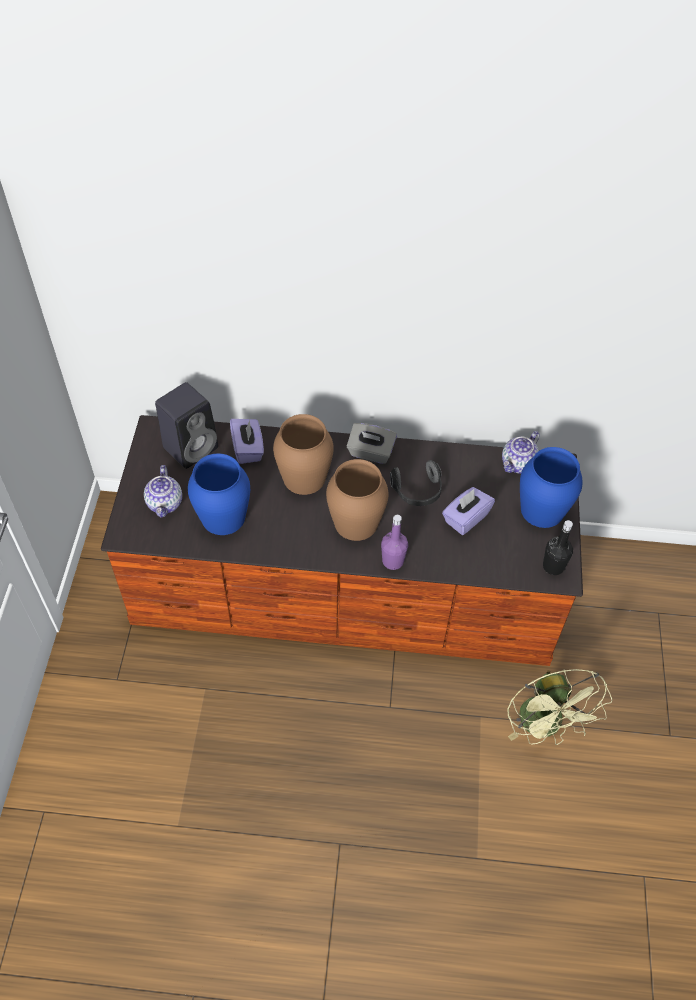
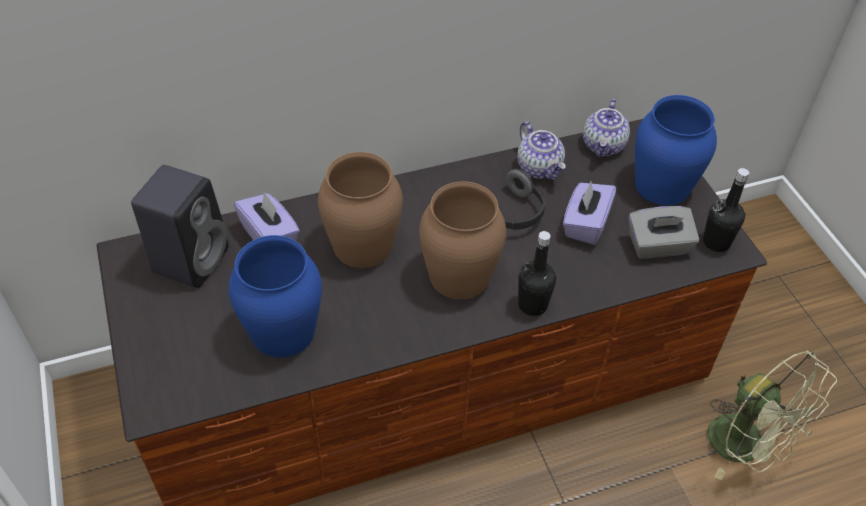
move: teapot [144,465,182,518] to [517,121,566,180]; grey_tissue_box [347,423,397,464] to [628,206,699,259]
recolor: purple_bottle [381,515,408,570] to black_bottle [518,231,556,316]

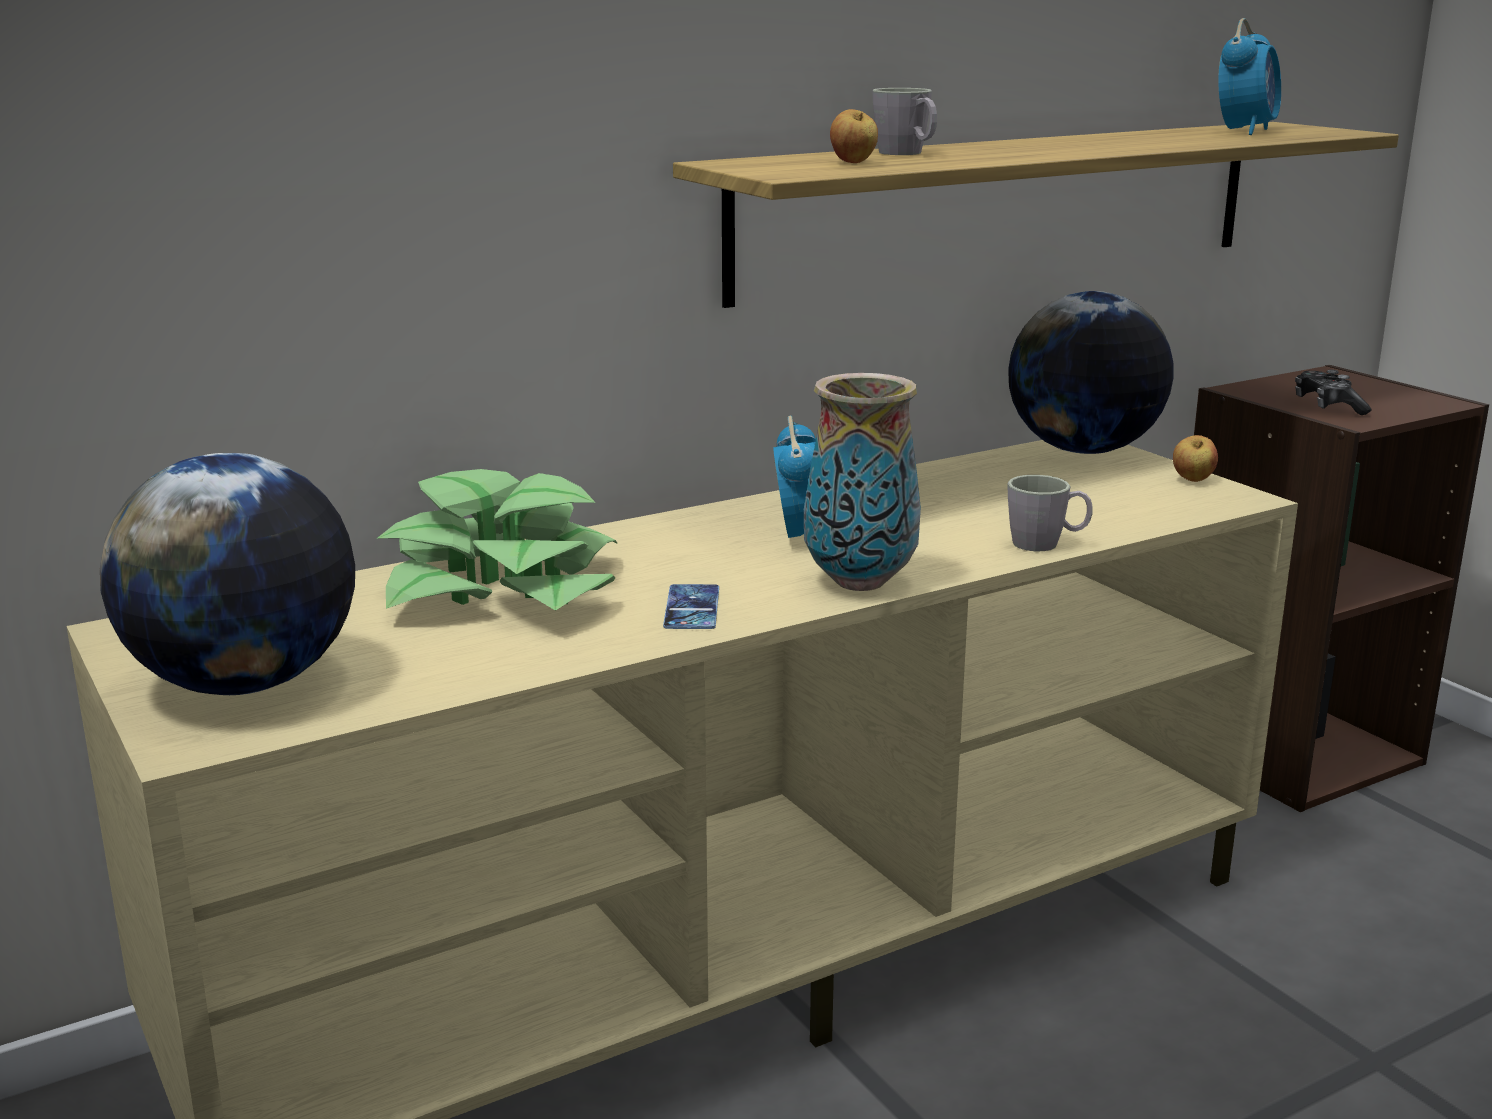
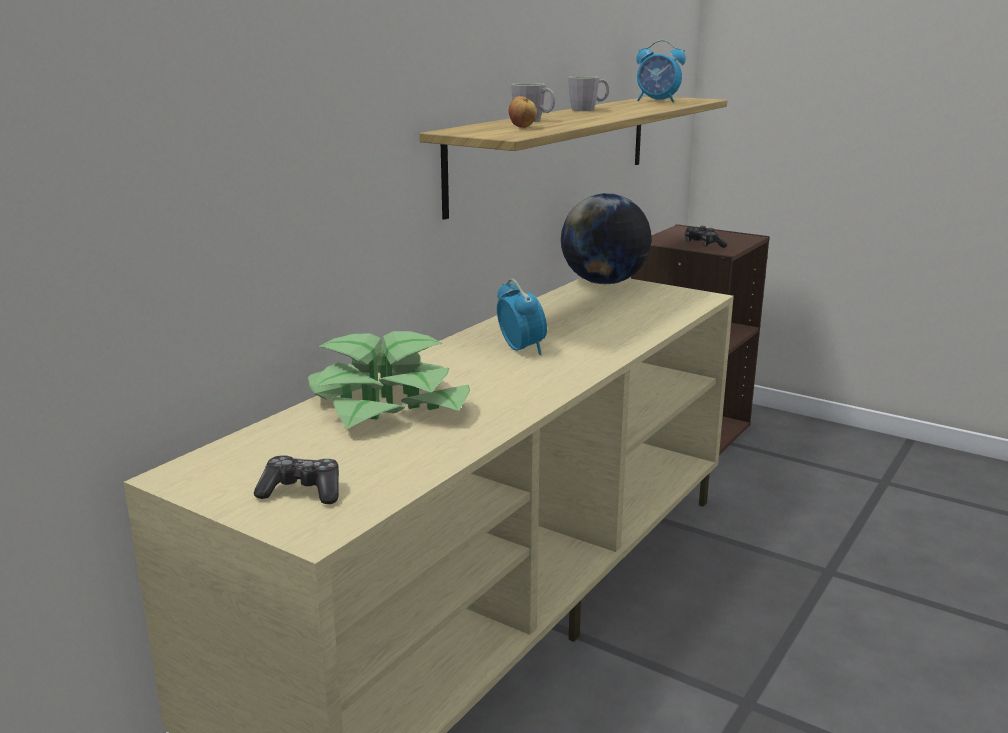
delete: phone [663,584,719,629]; vase [804,373,921,591]; apple [1173,435,1218,482]
move: grey_mug [1008,475,1093,551] to [568,76,609,111]
replace: globe [100,453,355,695] to game_controller [254,455,339,504]
rotate: alarm_clock [1218,18,1281,135] = [636,40,686,102] 105 degrees clockwise

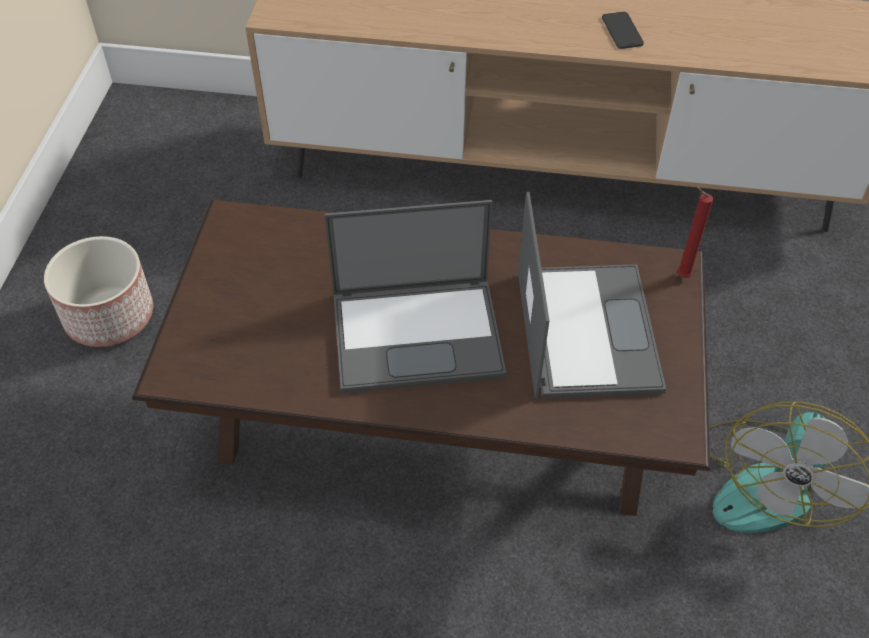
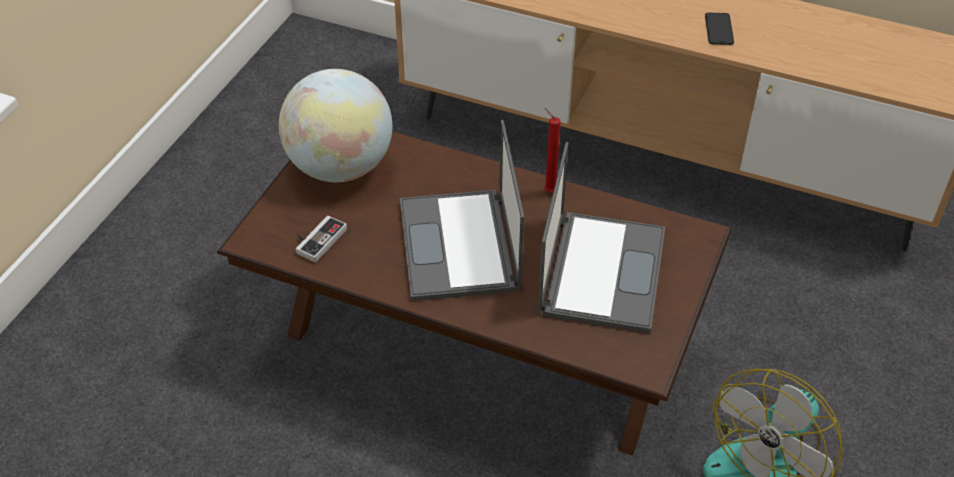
delete: planter [44,236,153,347]
insert: globe [279,69,392,182]; game_controller [296,216,347,263]
move: red_candle [677,186,713,278] to [544,108,561,193]
rotate: laptop [325,200,506,393] = [400,120,525,301] 75 degrees clockwise

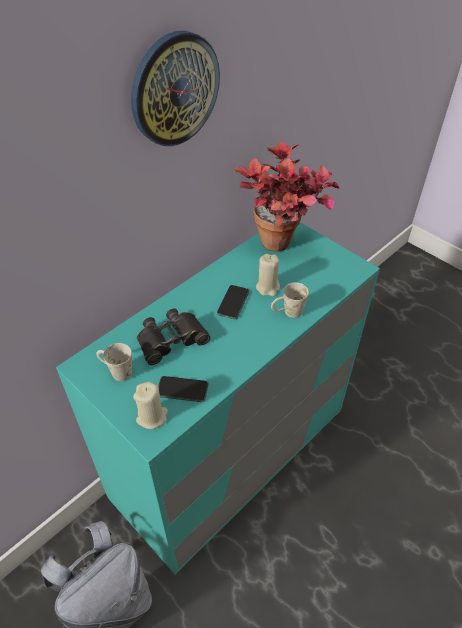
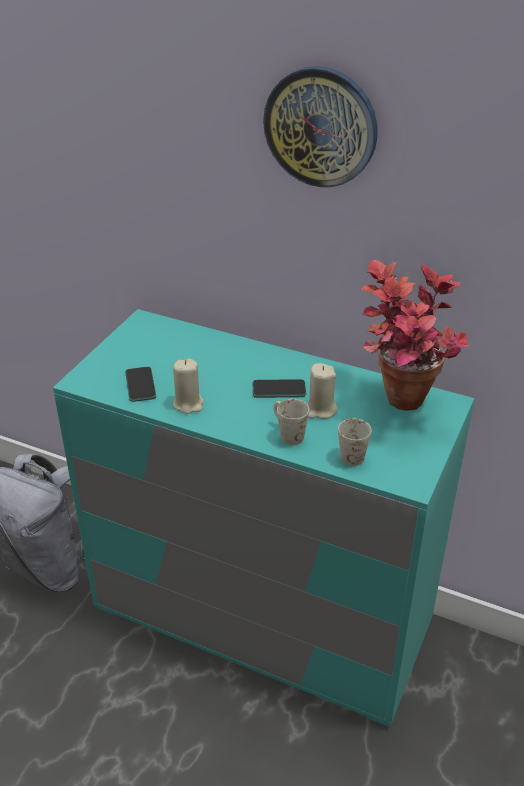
delete: black_binoculars [137,309,210,365]
move: white_mug [96,343,132,381] to [338,418,372,466]; beige_candle [133,382,168,429] to [173,358,204,414]

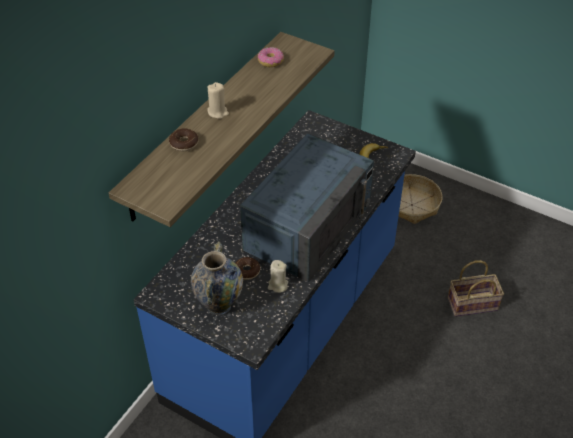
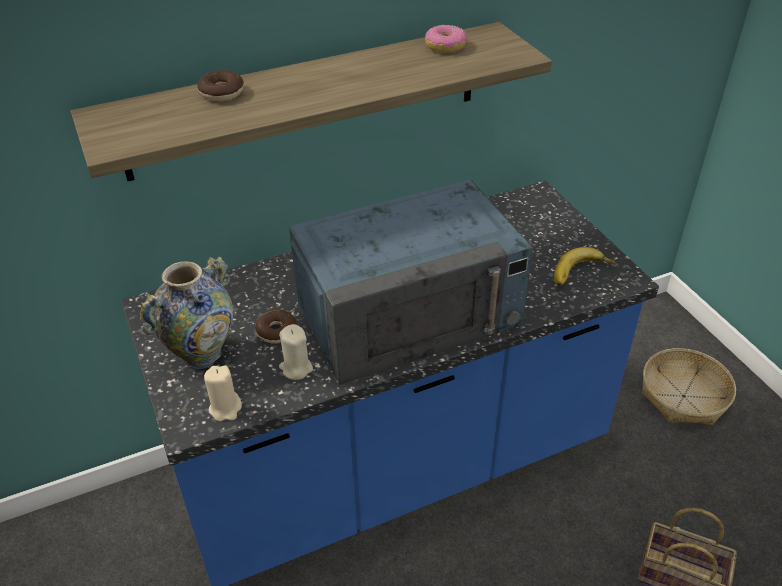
move: beige_candle [207,82,229,119] to [204,365,242,421]

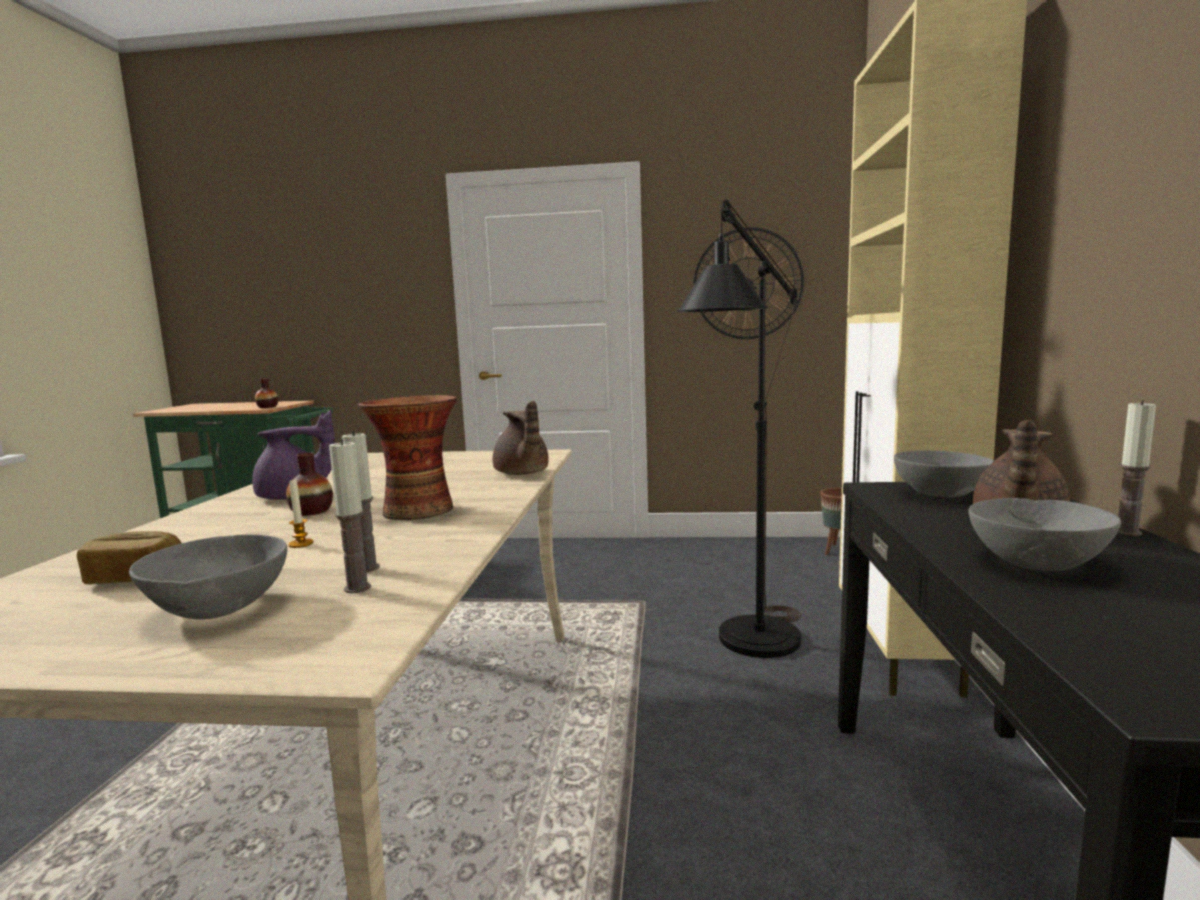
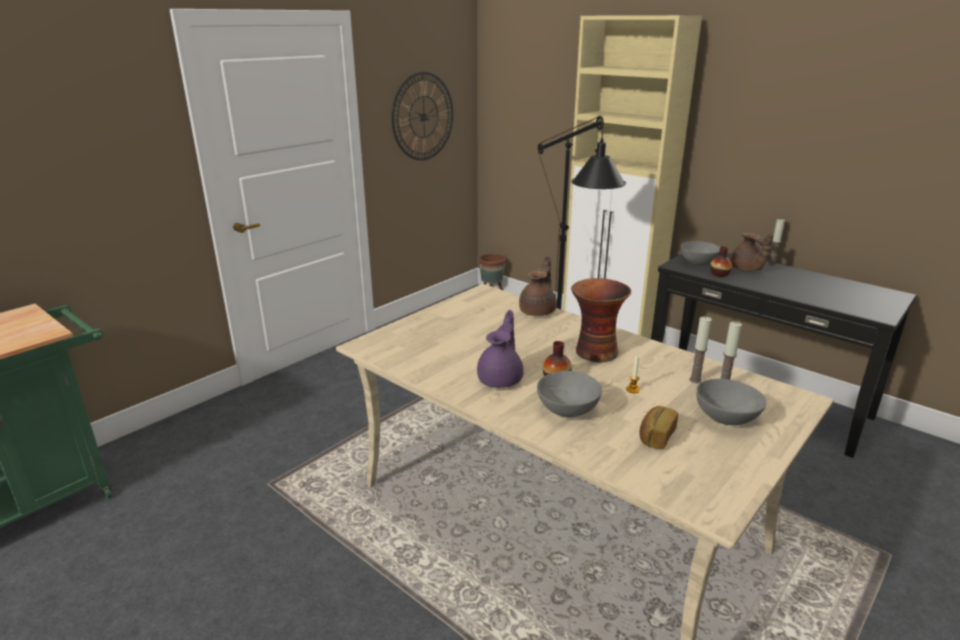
move: vase [255,378,278,408] to [710,246,732,277]; grey_bowl [968,498,1121,571] to [537,371,602,418]
rotate: brown_teapot [493,401,549,475] = [519,255,557,316] 75 degrees counterclockwise

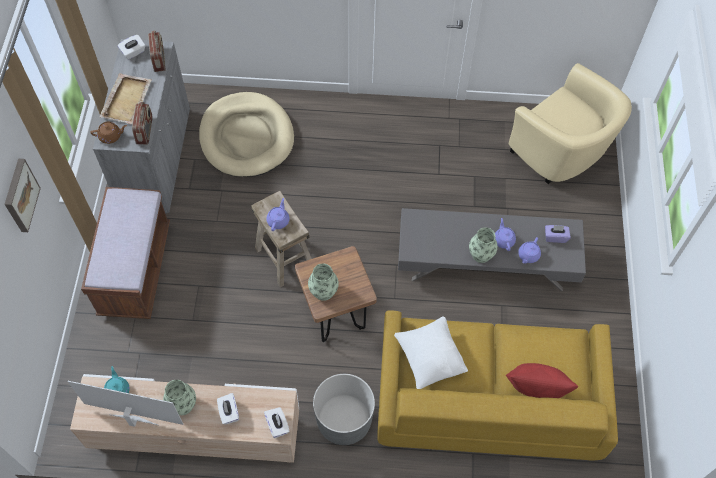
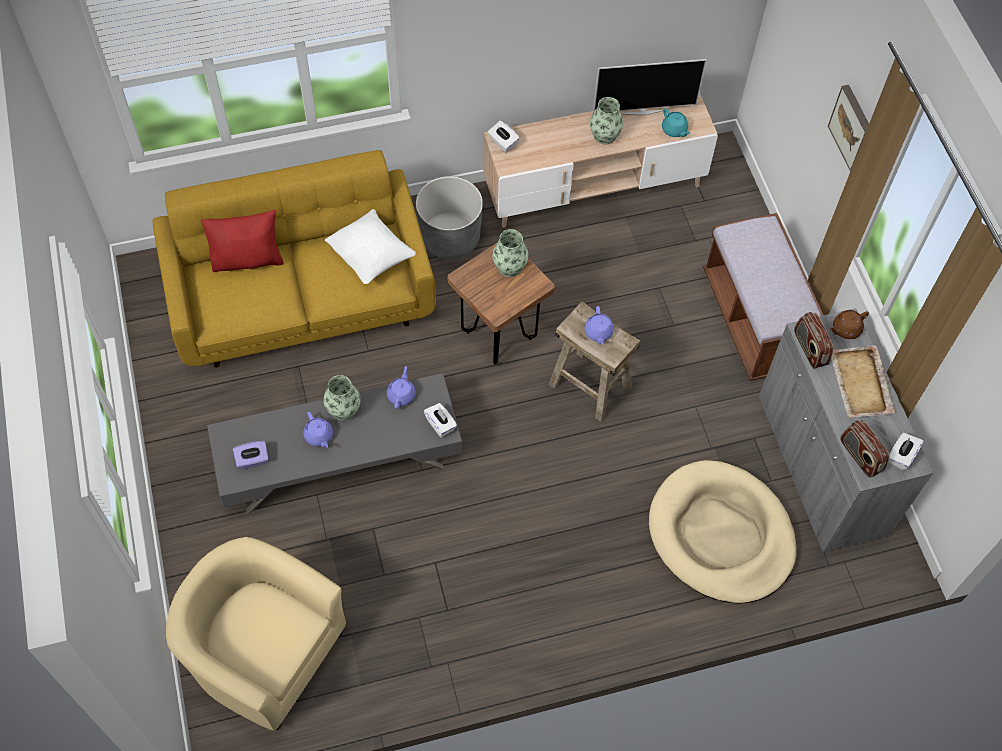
move: white_tissue_box [217,393,239,424] to [424,403,457,438]; purple_teapot [518,237,541,264] to [387,366,416,409]

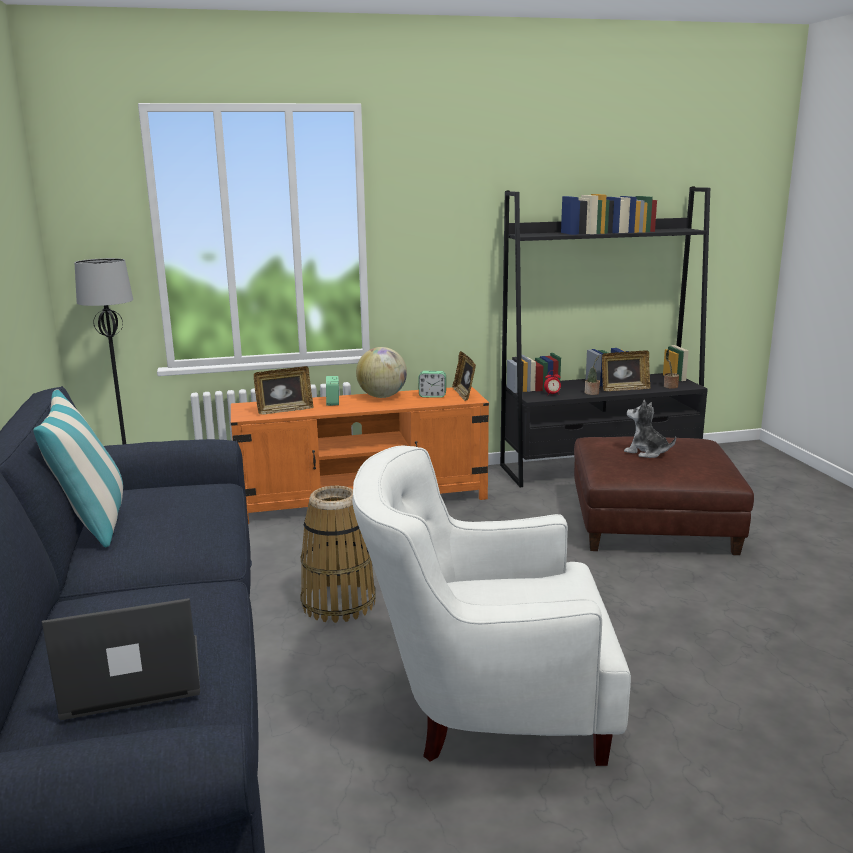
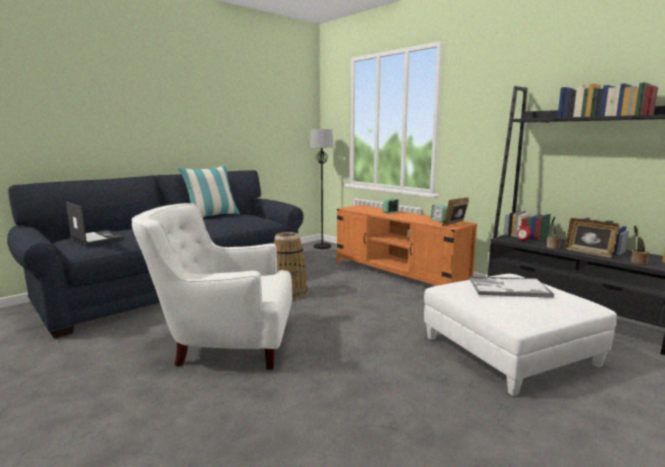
delete: picture_frame [254,366,314,415]; globe [356,347,407,398]
replace: plush_toy [624,400,676,458] to tray [469,276,554,298]
recolor: brown_ottoman [574,436,754,555] to white_ottoman [424,274,617,396]
rotate: white_armchair [352,445,631,766] = [132,203,292,369] 60 degrees counterclockwise

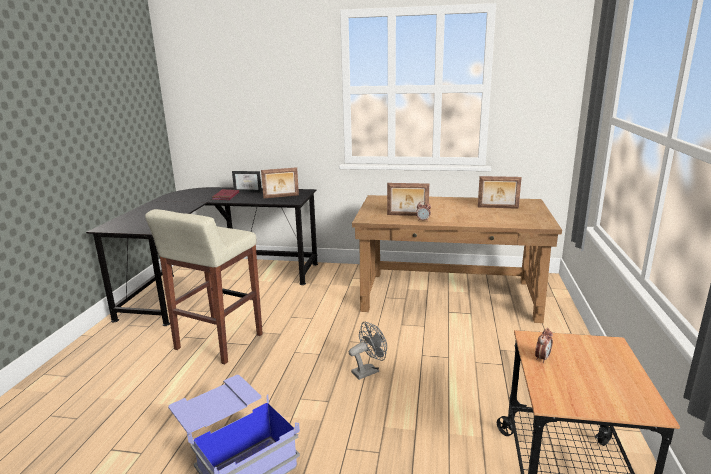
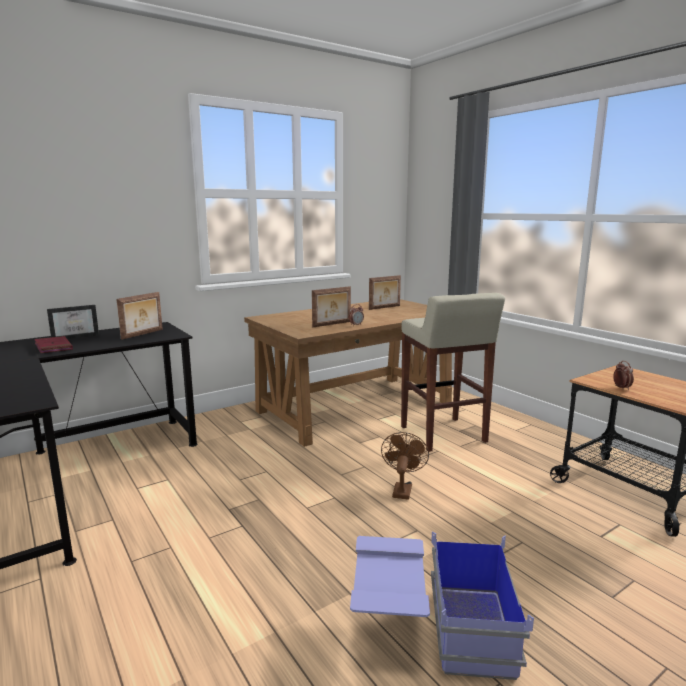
move: beige_stool [145,209,263,364] to [401,293,505,452]
recolor: grey_fan [349,322,387,380] to brown_fan [381,432,429,500]

